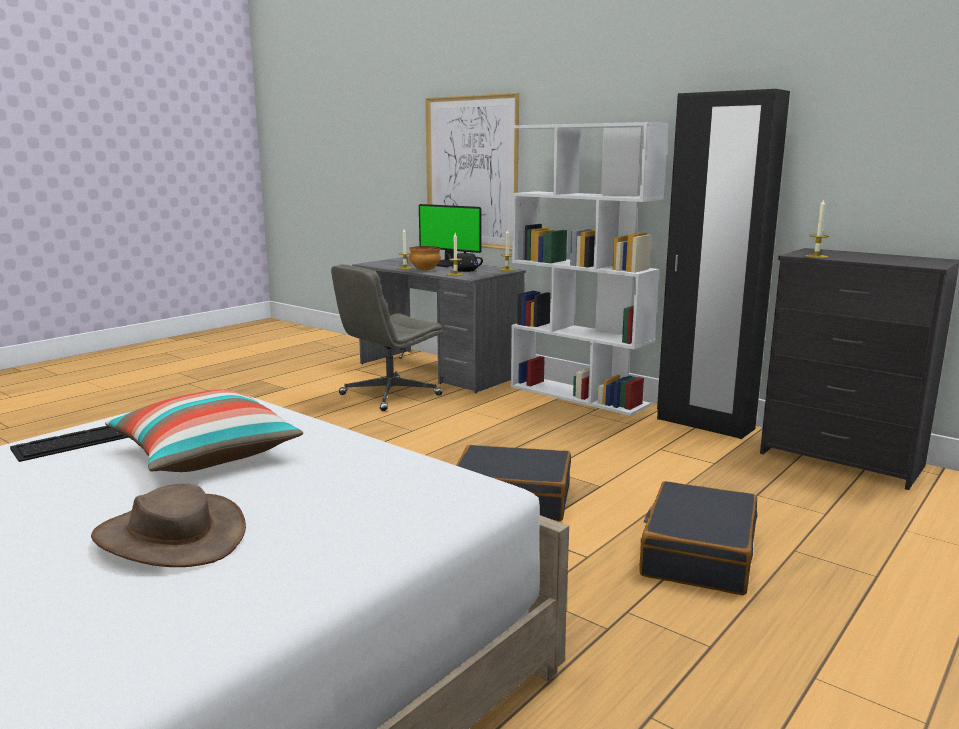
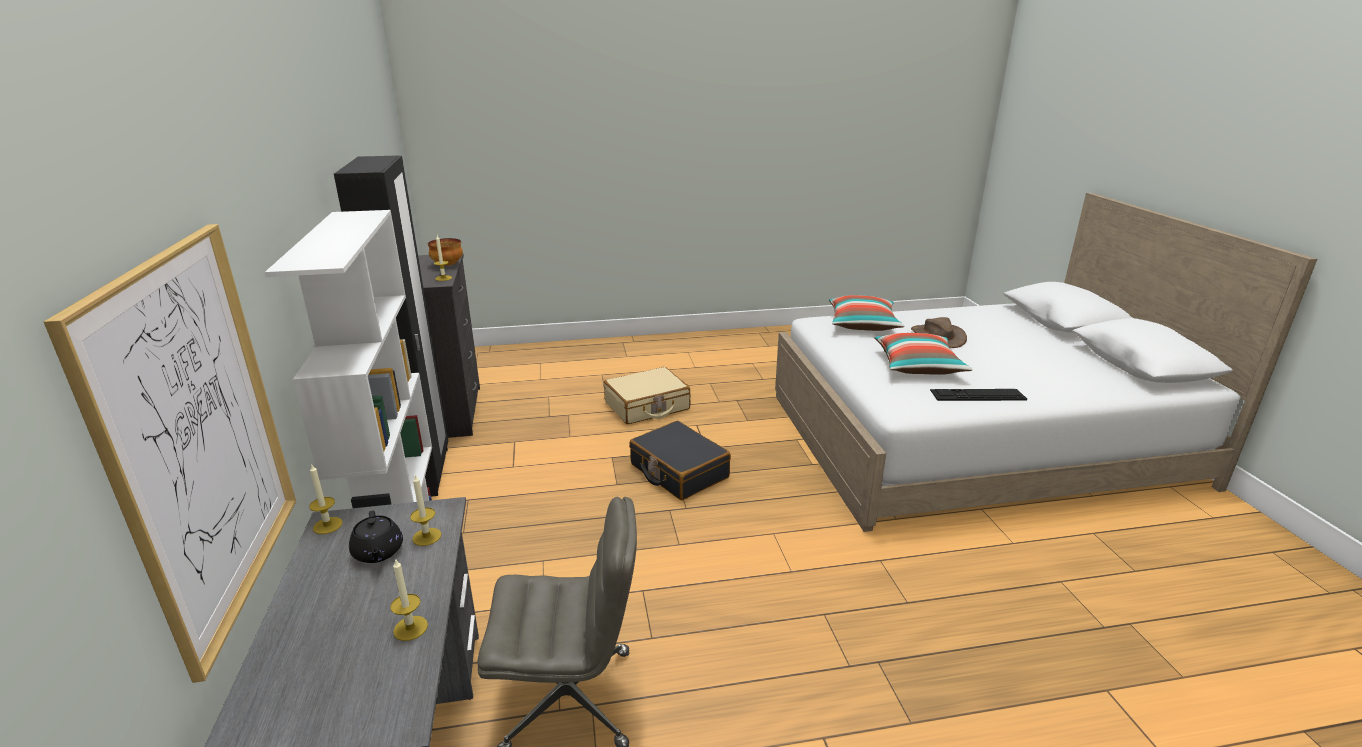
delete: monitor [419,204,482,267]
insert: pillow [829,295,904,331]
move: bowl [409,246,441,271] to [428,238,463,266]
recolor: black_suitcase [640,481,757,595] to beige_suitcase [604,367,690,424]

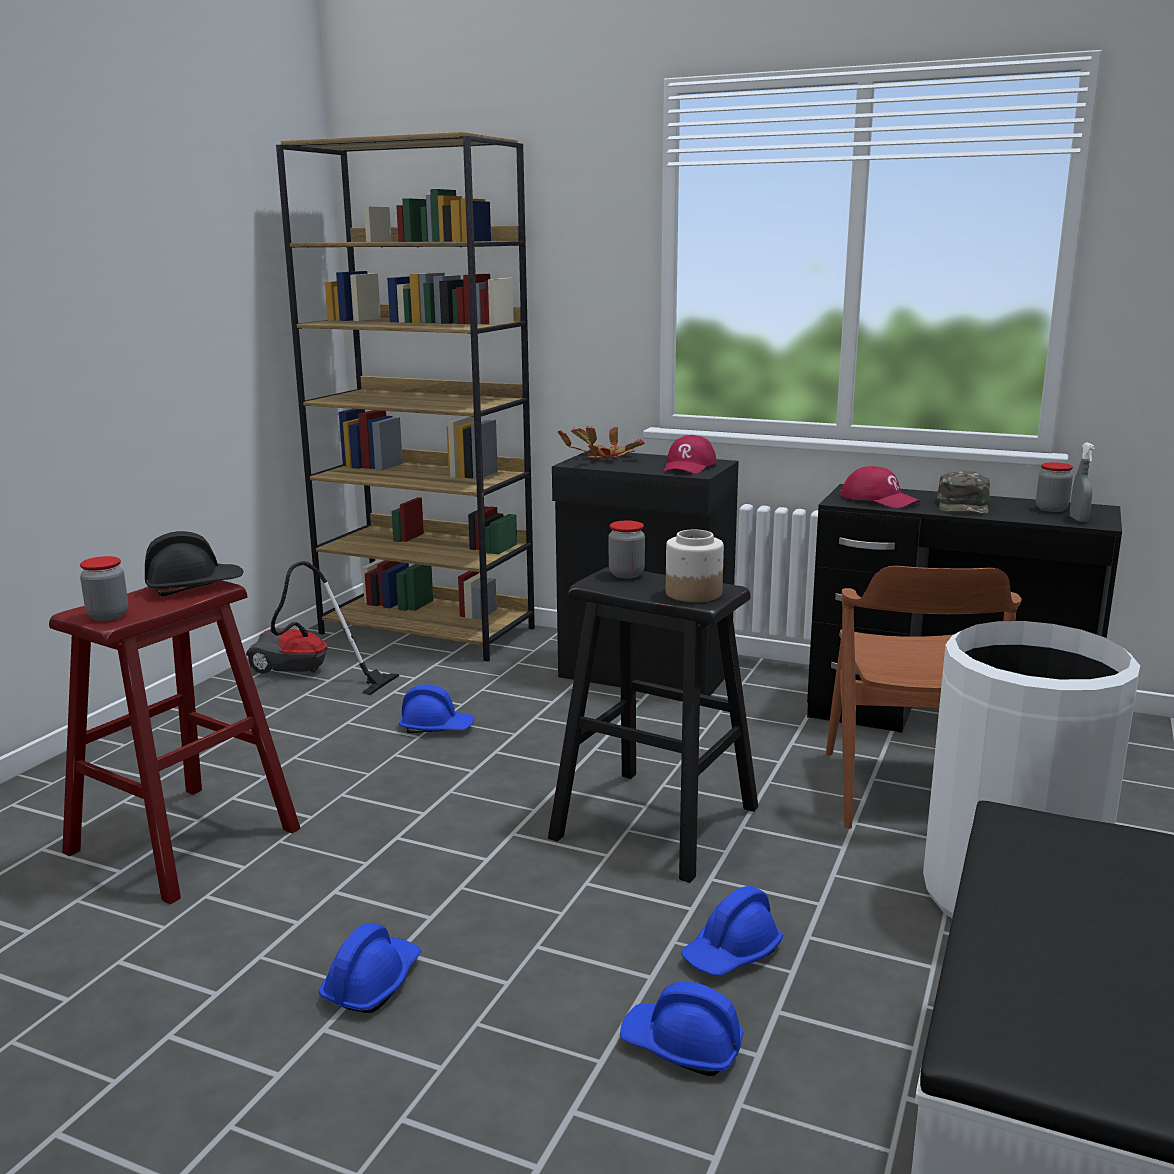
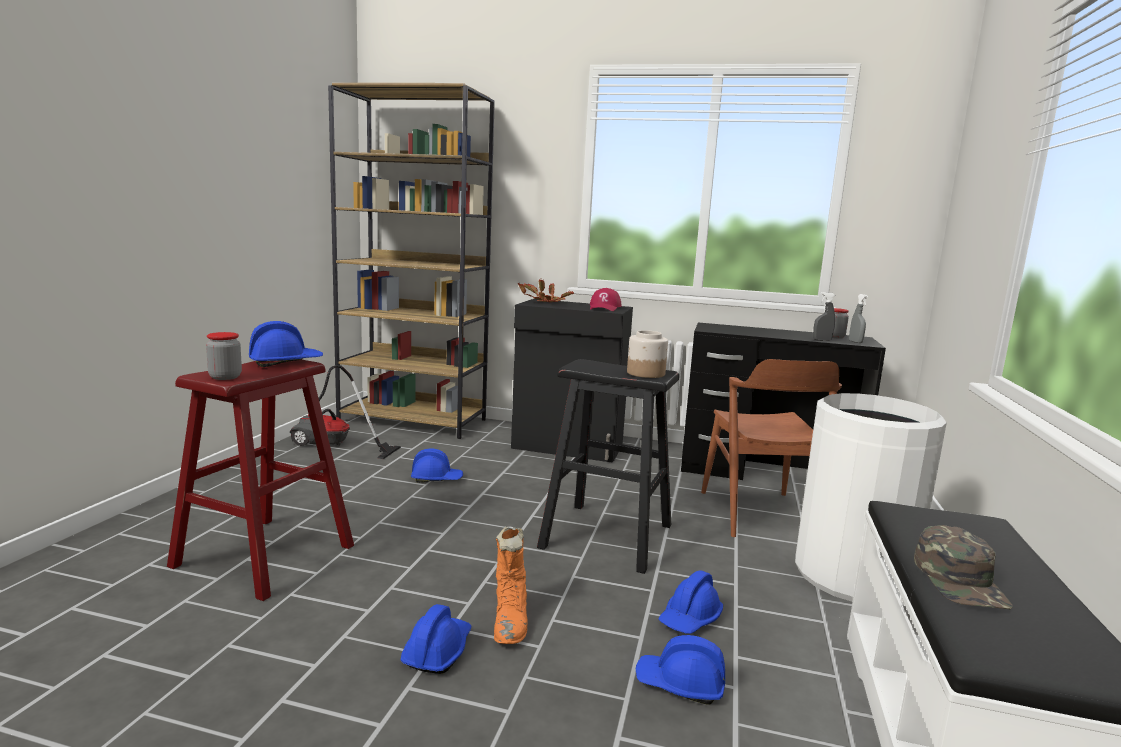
delete: jar [609,521,645,578]; red_cap [840,466,921,508]
insert: orange_boot [494,526,527,644]; grey_spray_bottle [813,292,835,341]
move: green_cap [937,471,990,514] to [914,525,1012,609]
recolor: black_hard_hat [145,531,243,596] to blue_hard_hat [249,321,323,367]

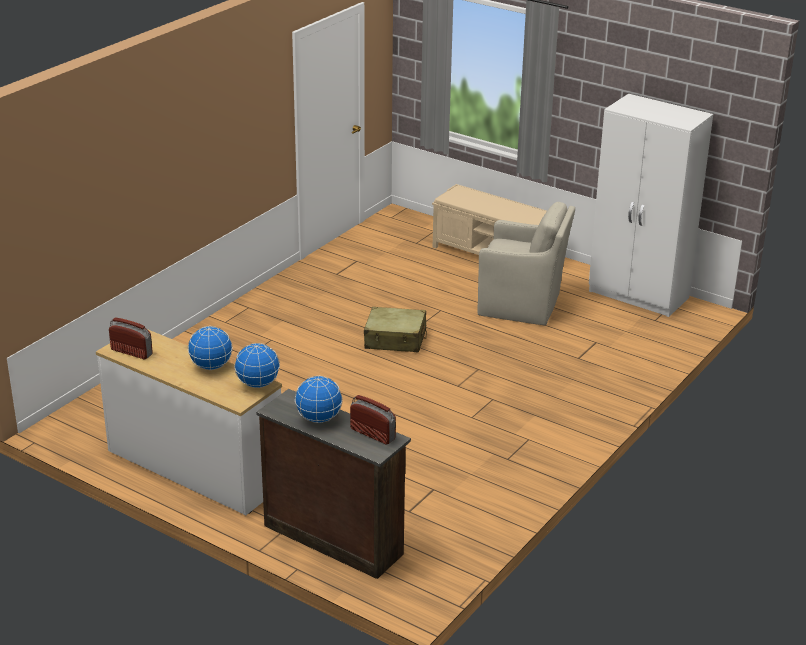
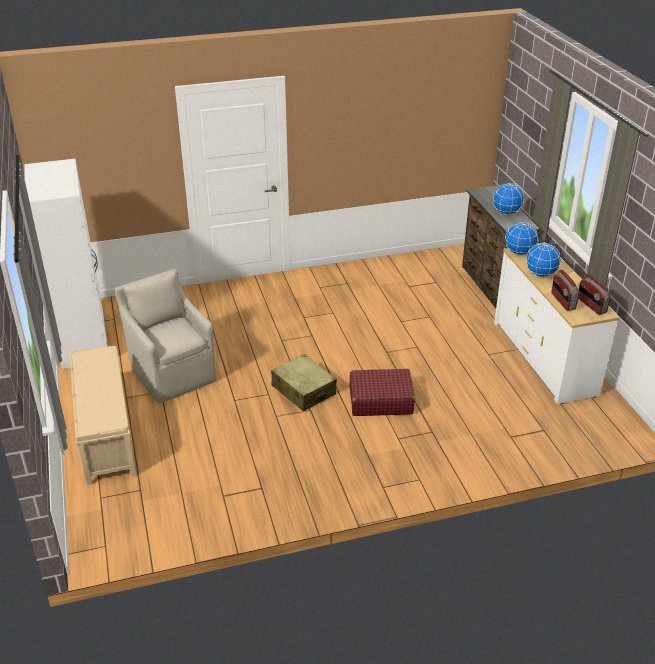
insert: red_suitcase [350,369,415,416]
move: radio [350,395,396,445] to [551,270,579,311]

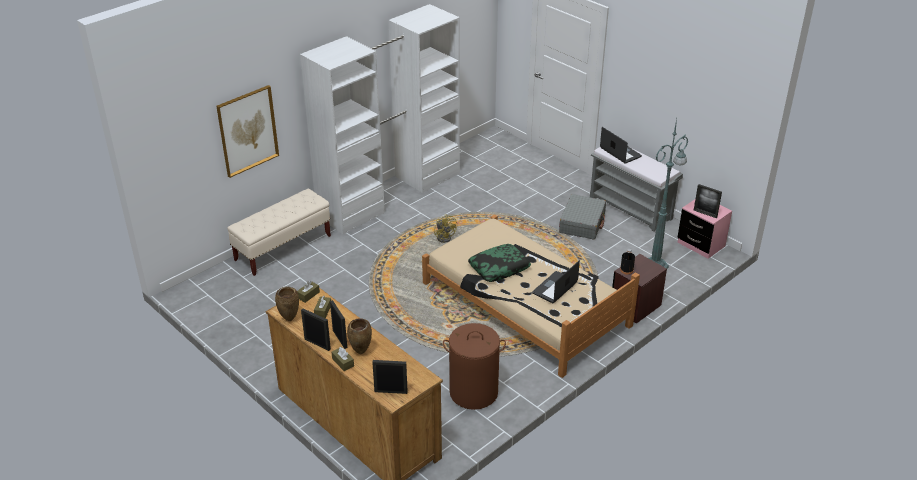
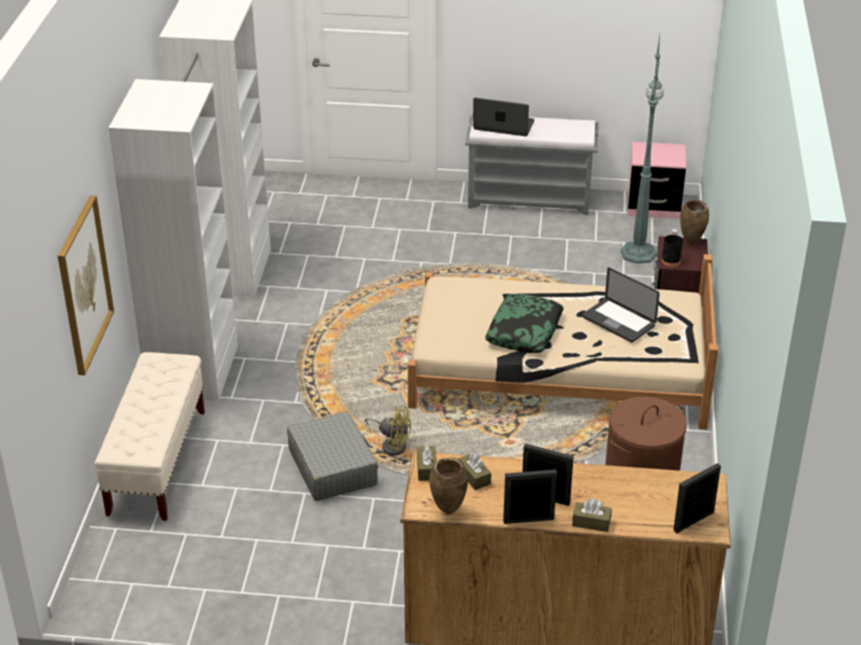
delete: picture_frame [694,184,722,218]
move: brown_vase [347,318,372,354] to [680,200,709,245]; yellow_fan [434,214,457,243] to [365,405,411,455]; grey_suitcase [559,194,606,240] to [287,412,378,501]
rotate: laptop [532,261,580,303] = [582,267,660,343] 45 degrees counterclockwise

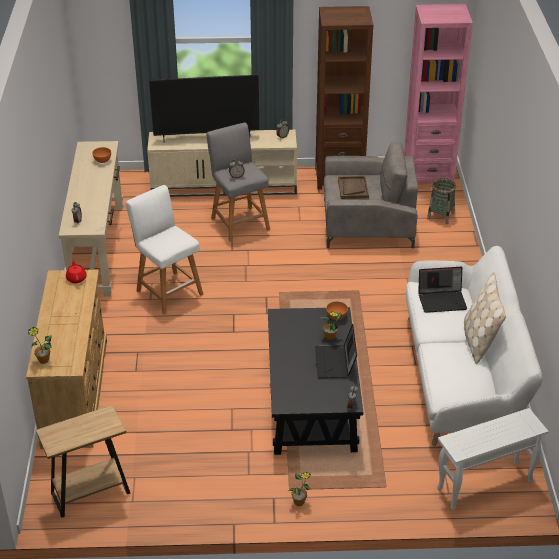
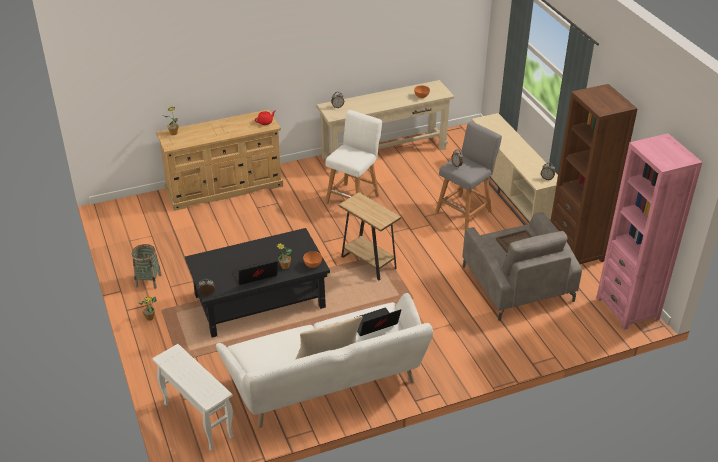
delete: television [149,75,259,143]
move: brown_side_table [36,405,130,518] to [339,192,401,280]; basket [427,178,456,224] to [132,244,161,289]
rotate: laptop [418,267,467,313] = [354,308,401,336] 90 degrees clockwise

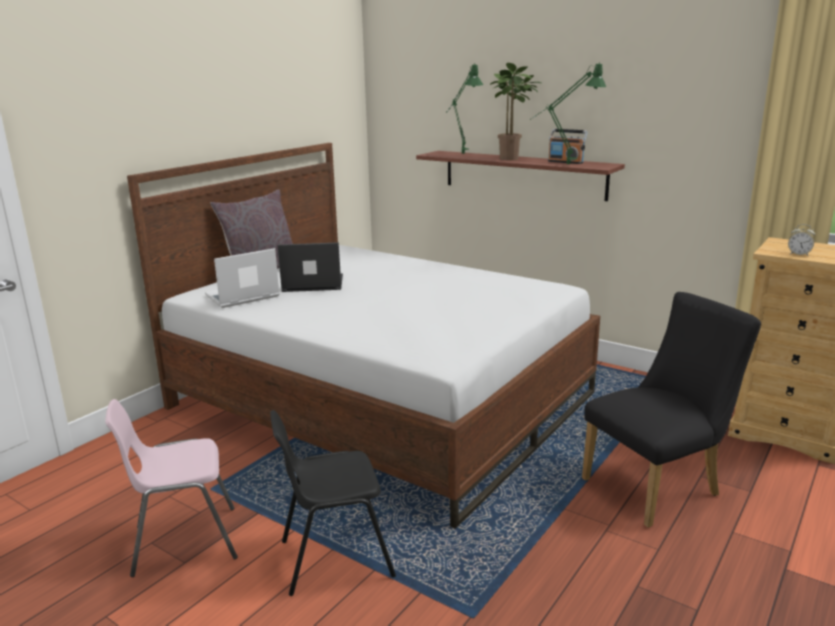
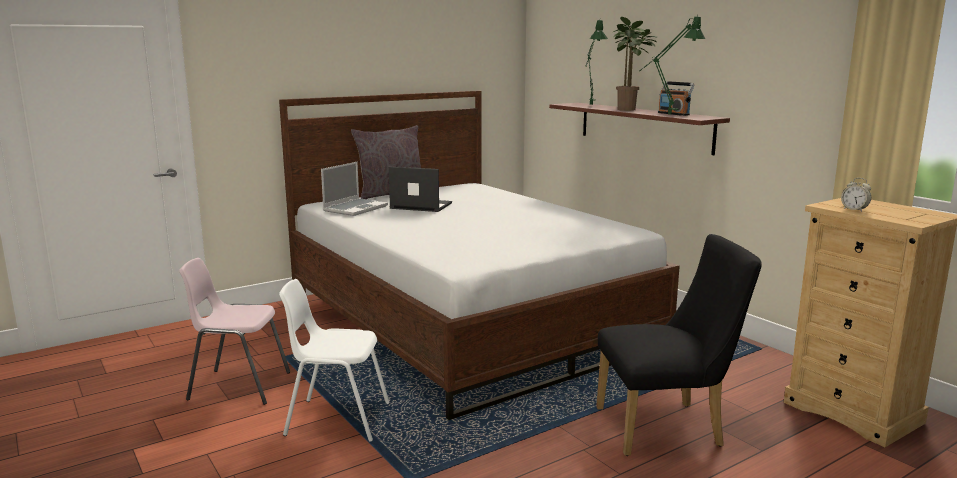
recolor: black_chair [270,410,396,596] to white_chair [279,279,390,441]
rotate: laptop [205,248,280,308] = [321,162,388,216] 135 degrees clockwise

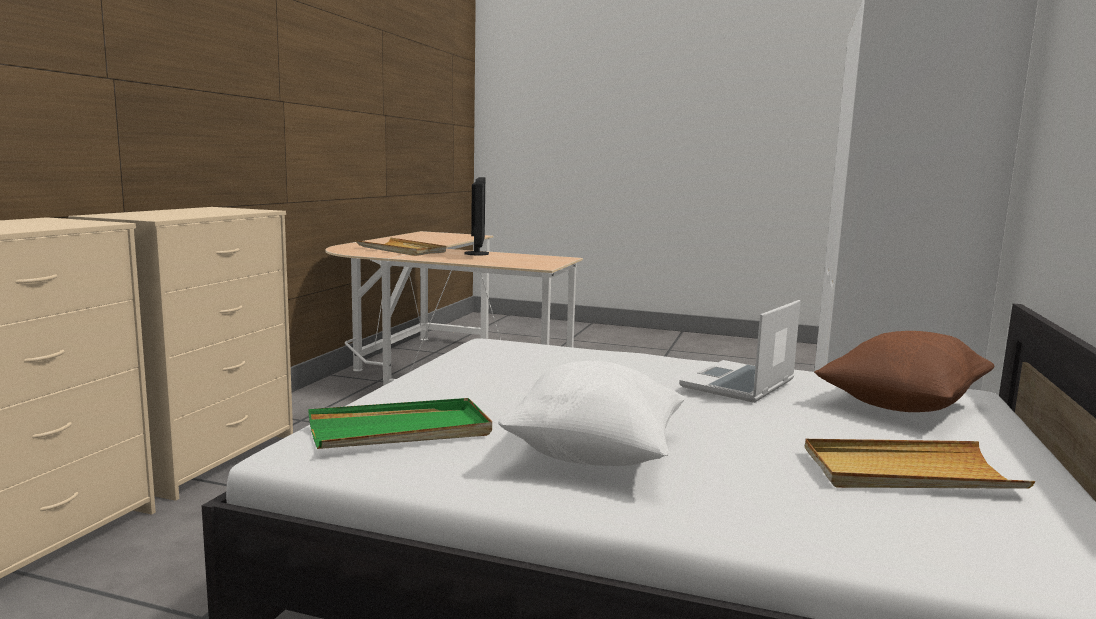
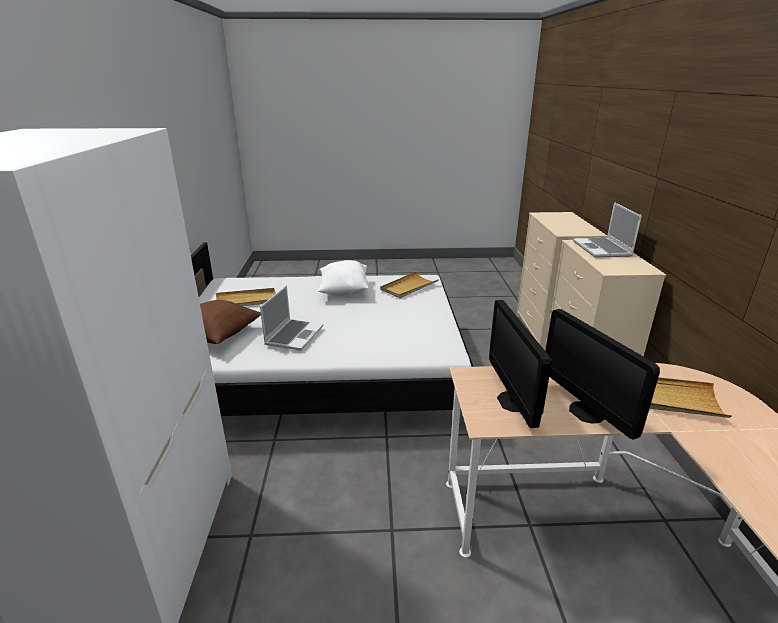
insert: monitor [489,300,552,428]; laptop [573,202,642,258]
recolor: green_tray [308,398,492,449] to beige_tray [380,271,439,298]

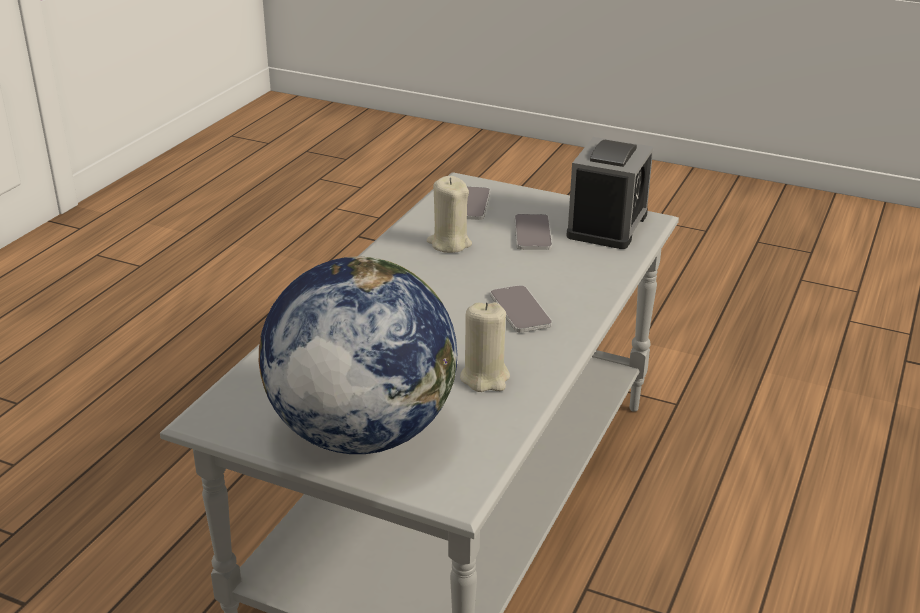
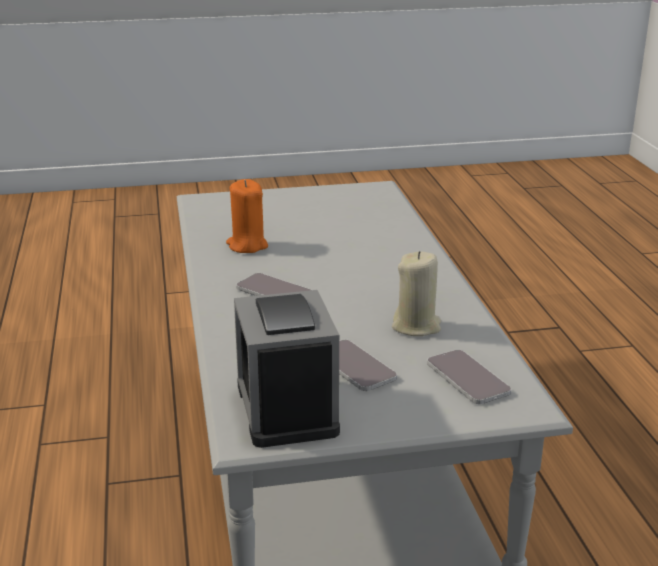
delete: globe [259,256,457,454]
recolor: beige_candle [460,302,510,392] to orange_candle [226,179,268,253]

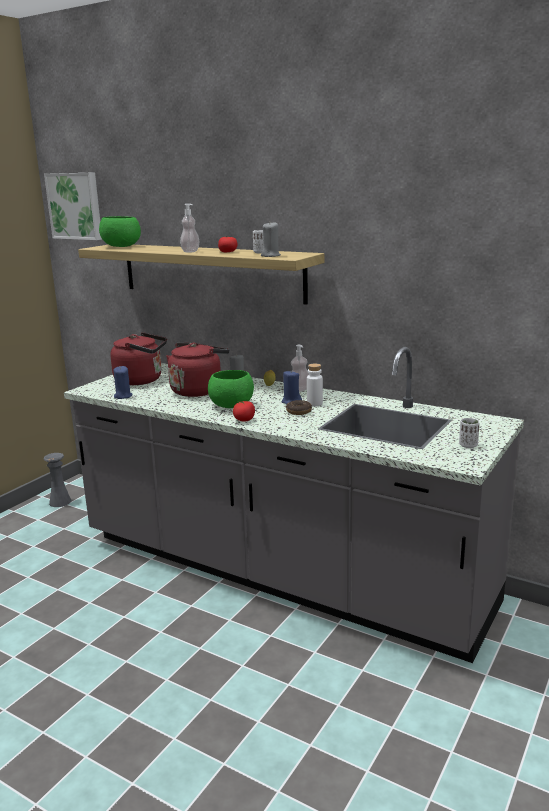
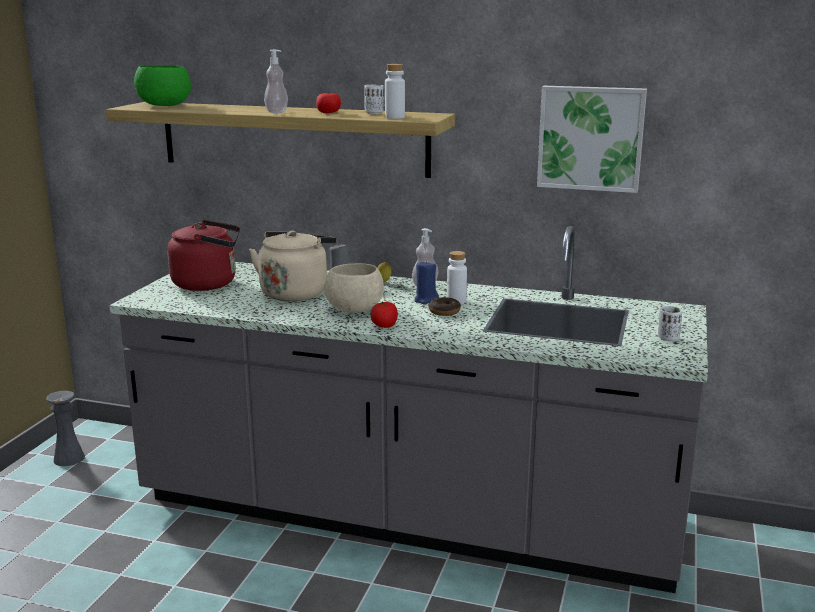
delete: blue_candle [113,366,132,399]
move: picture [44,172,102,240] to [537,86,647,193]
replace: grey_candle [261,222,281,257] to white_bottle [385,64,405,119]
recolor: red_kettle [166,343,229,397] to beige_kettle [249,230,336,301]; green_bowl [208,370,254,408] to beige_bowl [324,263,384,313]

